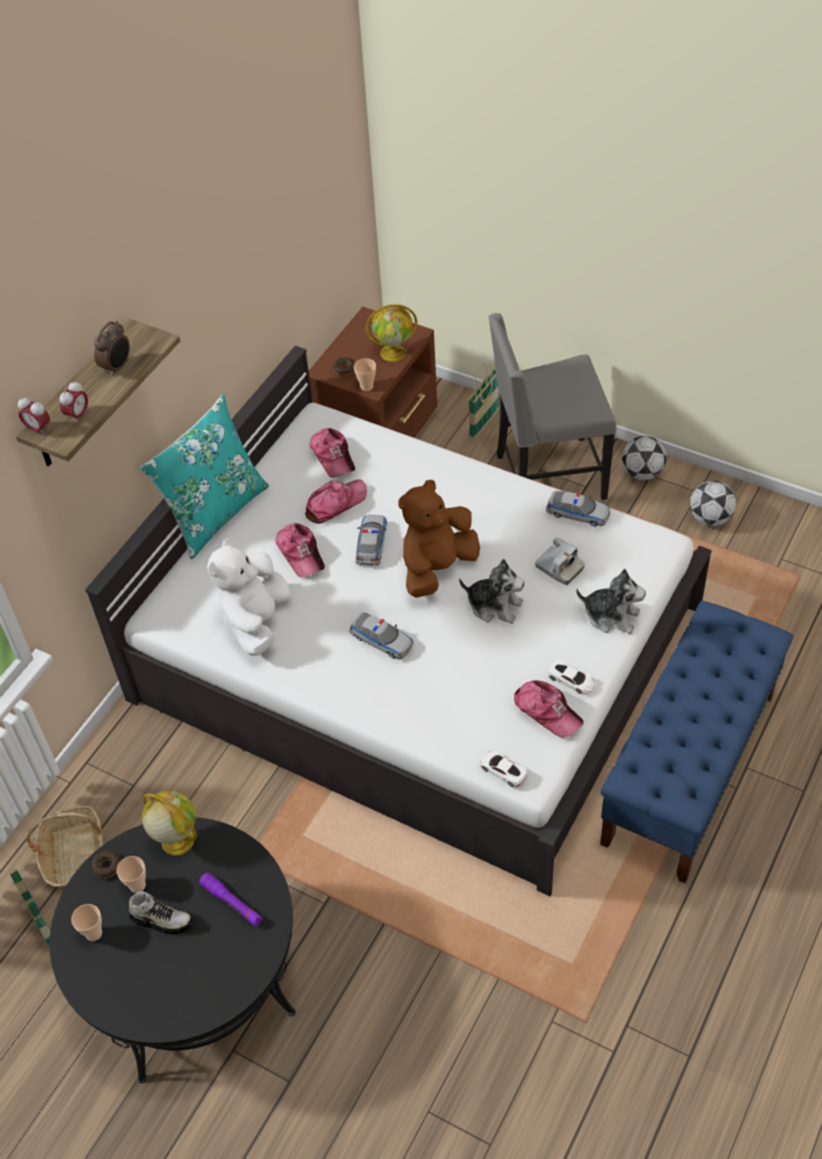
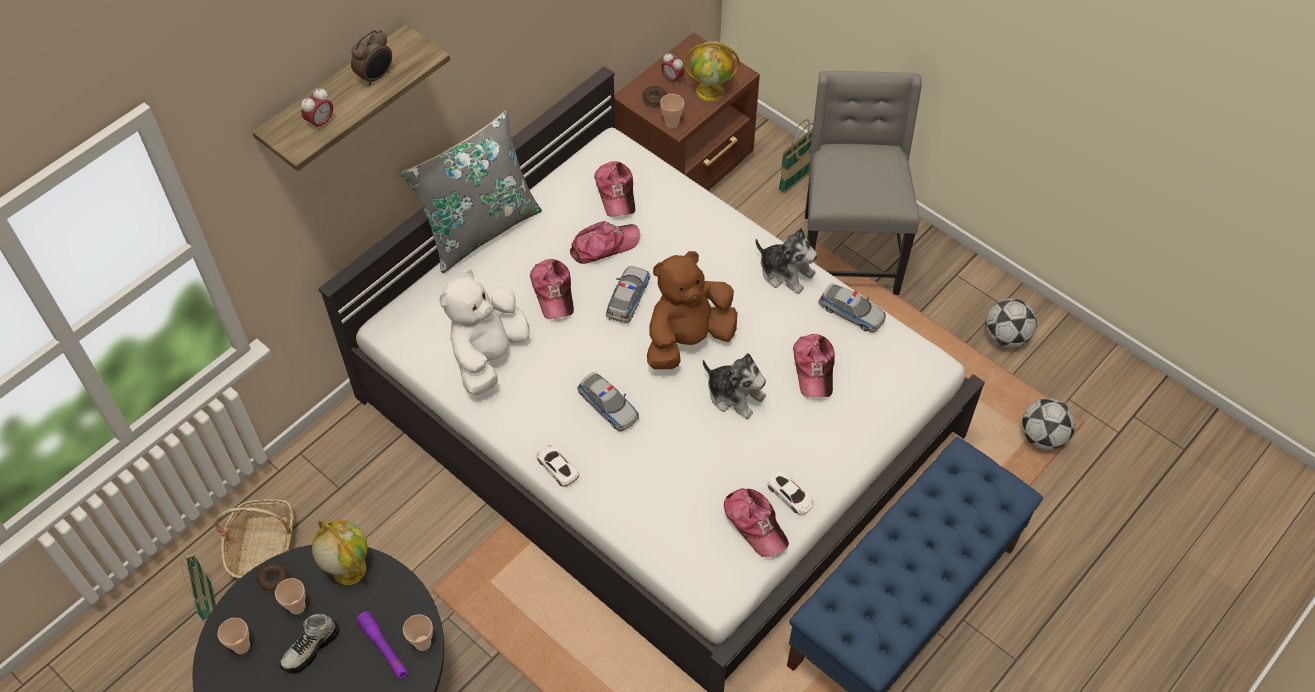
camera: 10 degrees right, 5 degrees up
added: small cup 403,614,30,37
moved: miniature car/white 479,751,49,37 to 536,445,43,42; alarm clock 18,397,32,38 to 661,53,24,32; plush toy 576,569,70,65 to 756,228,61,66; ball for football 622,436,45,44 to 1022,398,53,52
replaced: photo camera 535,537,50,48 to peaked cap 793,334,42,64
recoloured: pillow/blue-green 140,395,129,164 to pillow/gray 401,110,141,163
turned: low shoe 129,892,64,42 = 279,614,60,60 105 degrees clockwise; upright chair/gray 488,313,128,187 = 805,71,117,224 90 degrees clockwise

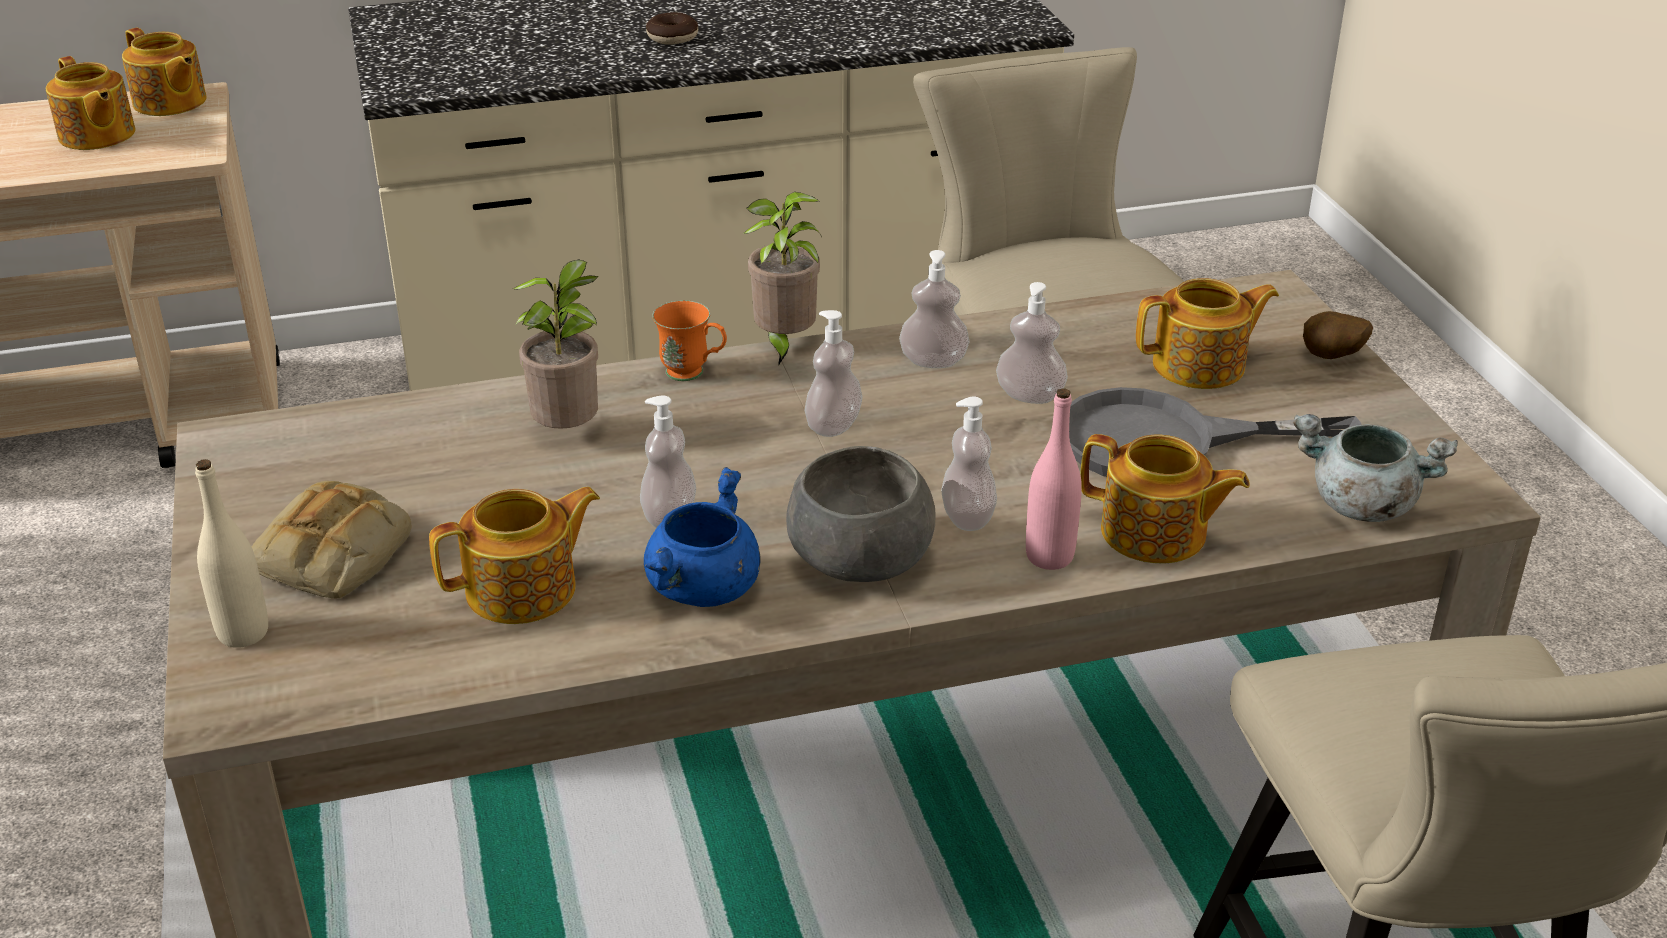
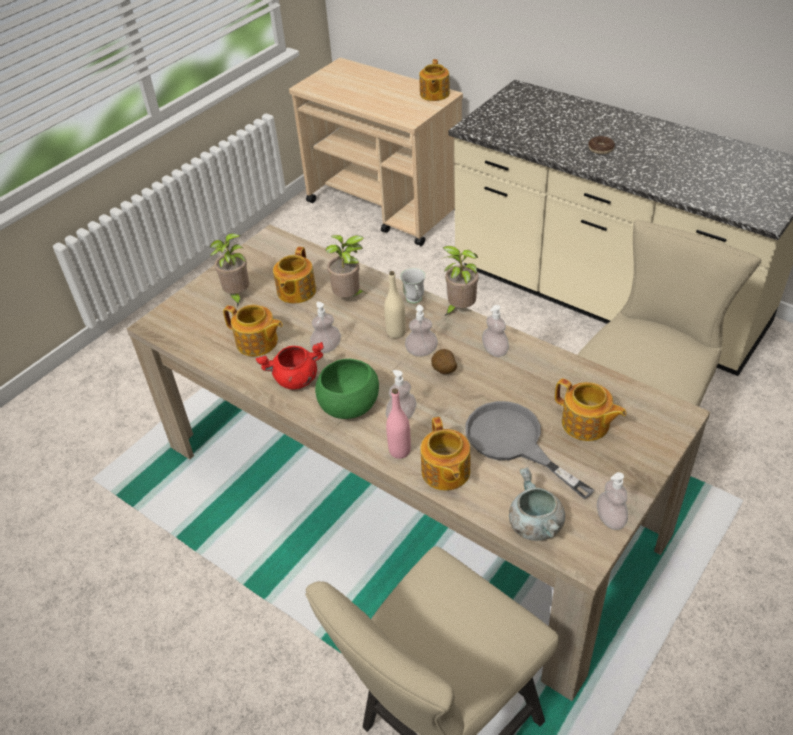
camera: 55 degrees right, 10 degrees up
moved: pot for tea 46,56,89,94 to 273,247,43,57; beverage bottle/beige-coloured 195,459,73,189 to 384,271,22,67; potato 1303,311,70,48 to 431,349,26,25; soap bottle 996,282,72,122 to 597,472,31,58
replaced: bakery bread 252,481,159,117 to houseplant 210,233,39,74
recoloured: saucepot/bluish 644,467,116,140 to saucepot/red 256,342,68,47; deep dish/gray 786,446,150,136 to deep dish/green-coloured 315,359,64,60; mug/orangey 652,300,75,81 to mug/white 400,268,26,35

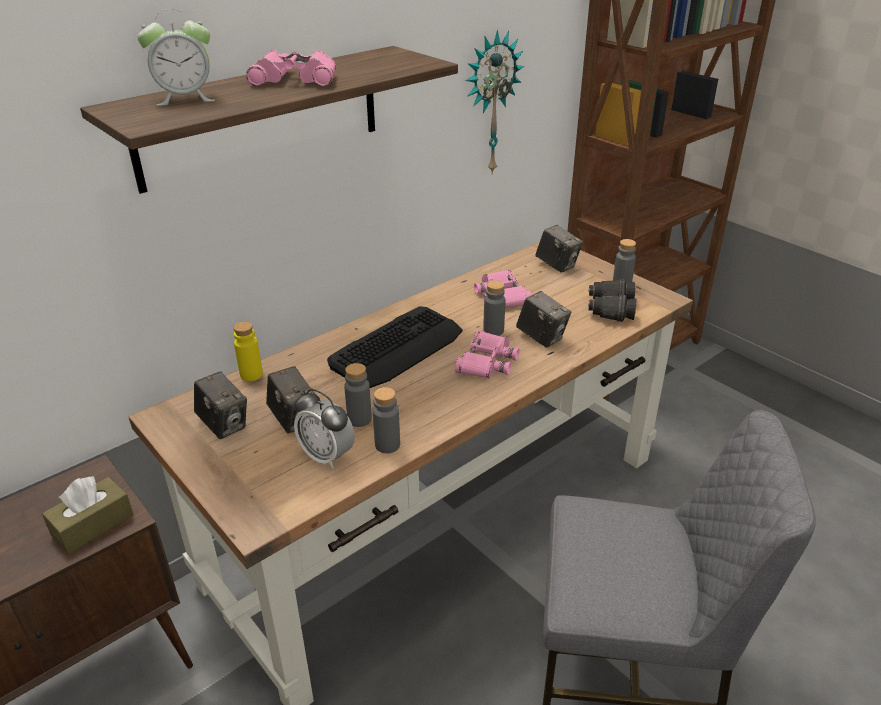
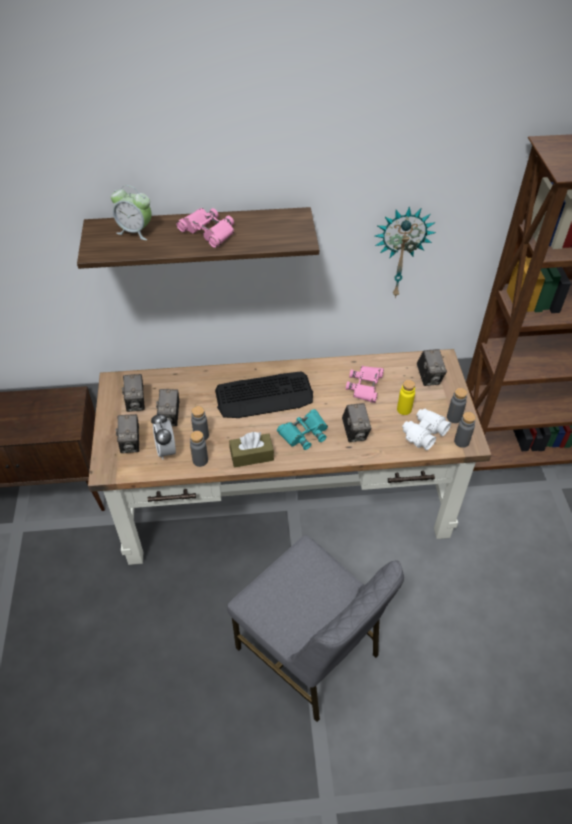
camera: 35 degrees right, 15 degrees up
added: photo camera 116,414,23,39
moved: box of tissues/brown 42,476,92,78 to 229,432,45,36; beverage bottle/yellowish 233,321,30,60 to 397,380,18,35; beverage bottle/gray 483,281,22,55 to 454,412,22,36
recoloured: field glasses/pinkish 455,330,65,48 to field glasses/blue-green 277,409,51,41; field glasses/blackish 588,279,48,43 to field glasses/white 402,409,49,41

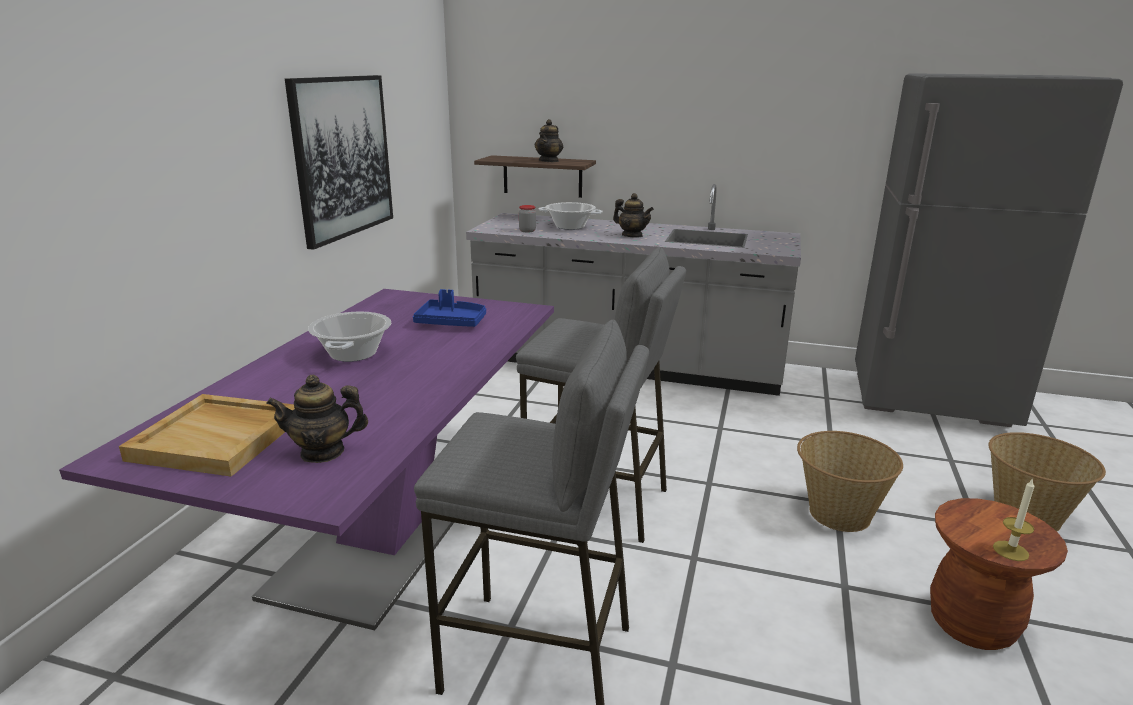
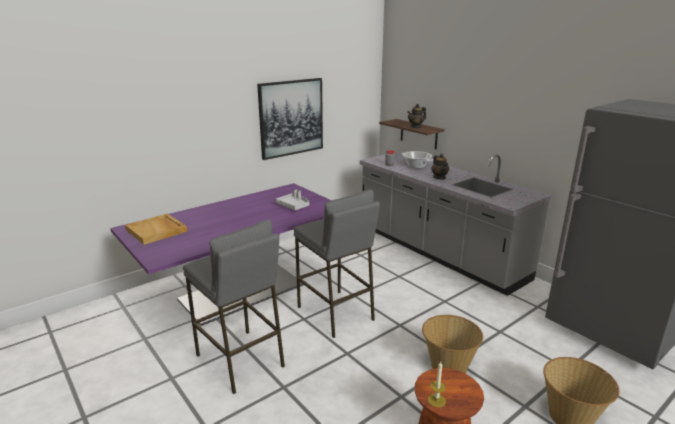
camera: 35 degrees right, 0 degrees up
removed: pot for tea 266,375,102,88; saucepot 308,312,83,50
recoloured: tray/bluish 413,289,73,38 to tray/gray 275,189,34,21

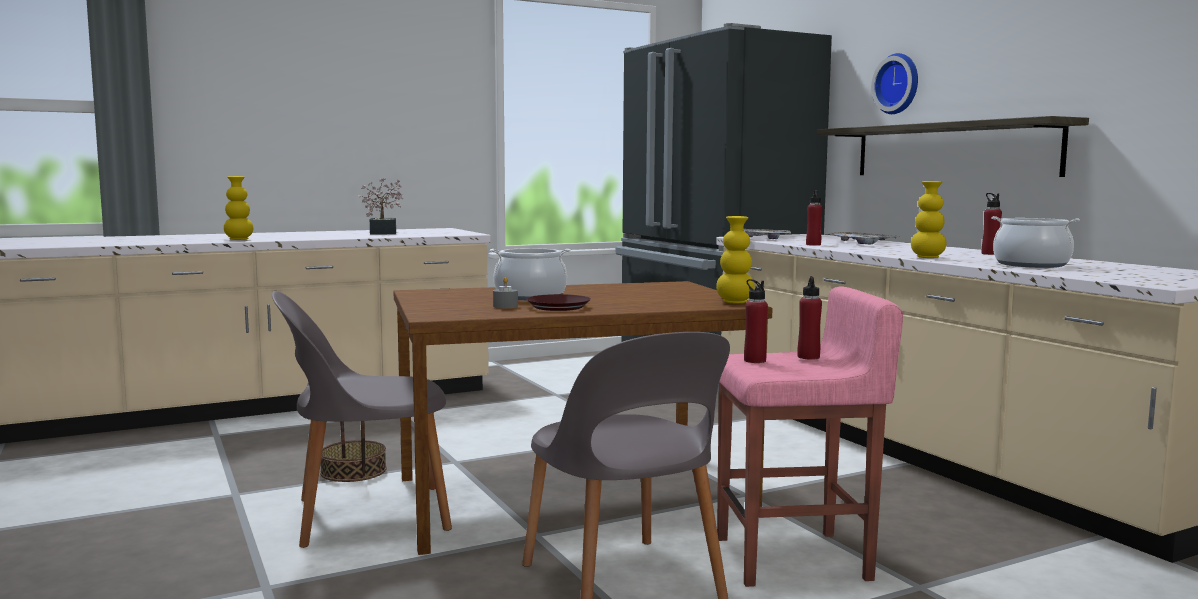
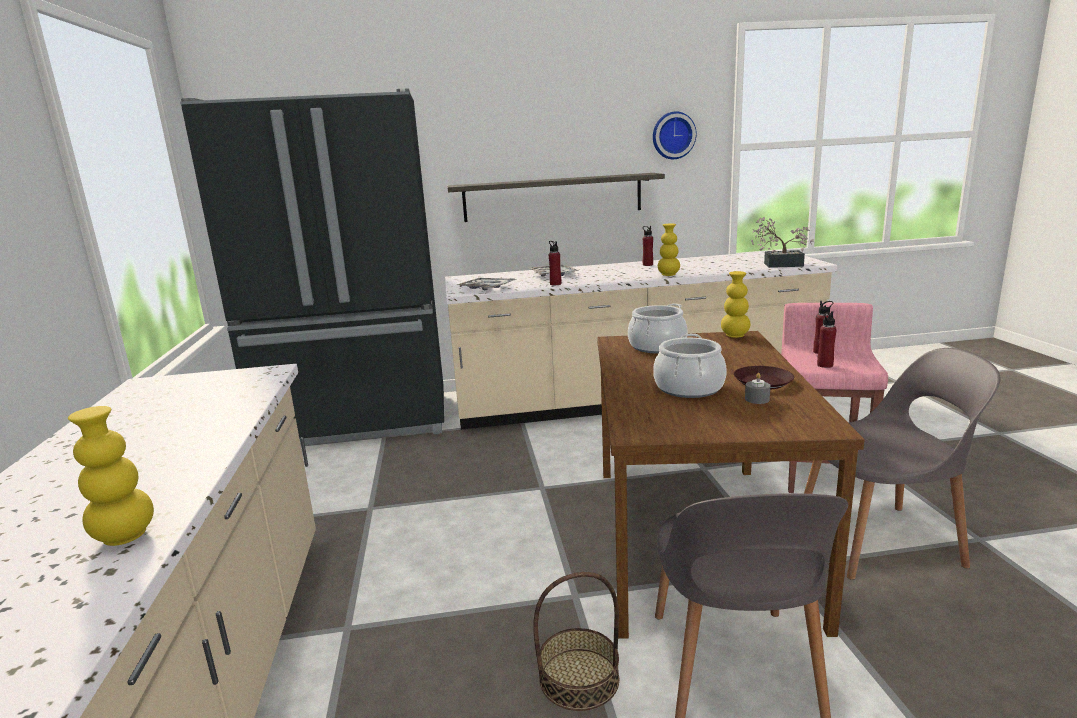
camera: 70 degrees left, 10 degrees up
moved: saucepot 991,216,89,52 to 628,303,60,50; hanging clock 871,53,47,61 to 653,111,44,48; houseplant 358,177,46,58 to 751,217,63,51

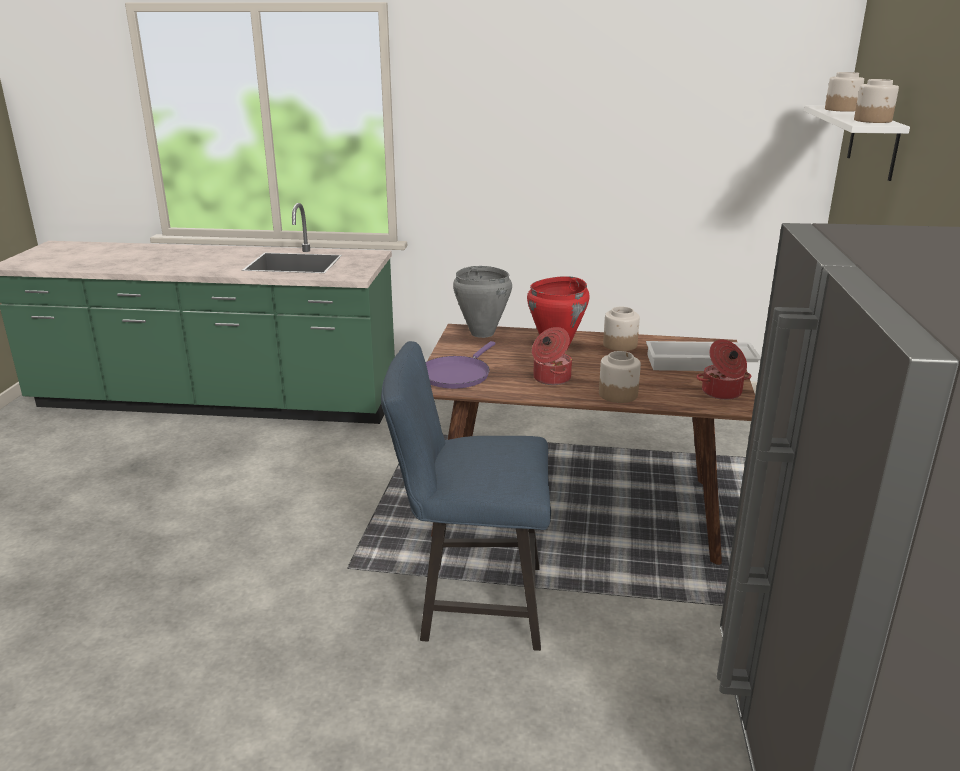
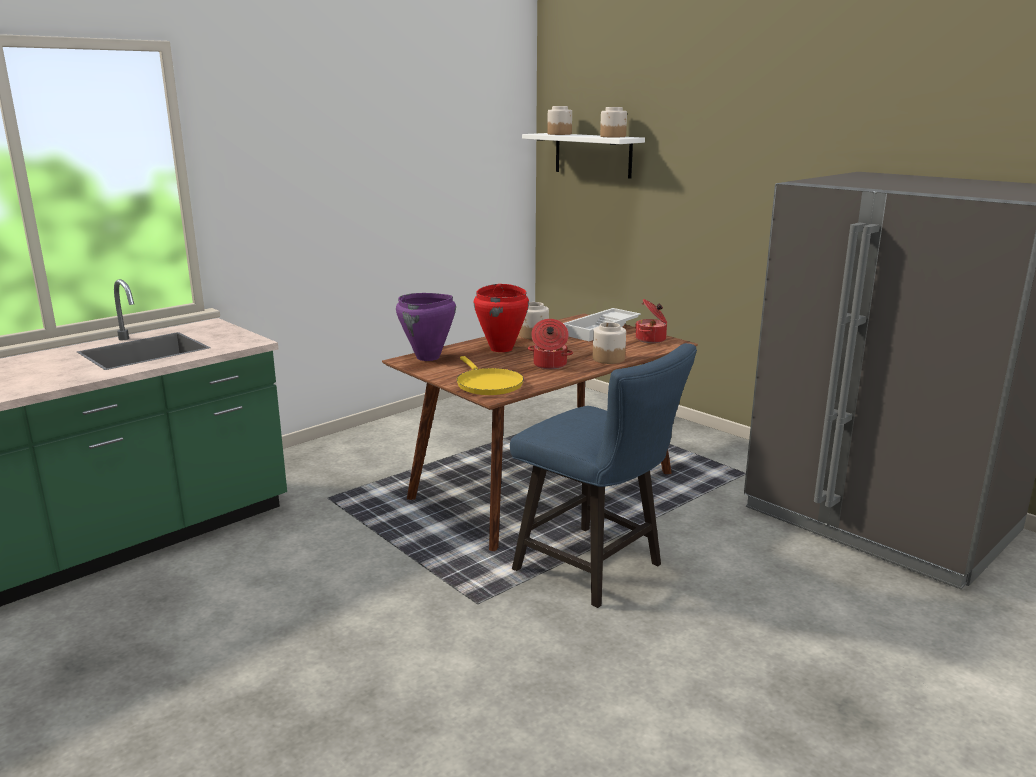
camera: 50 degrees left, 5 degrees down
recoloured: saucepot/gray 453,266,59,72 to saucepot/purple-coloured 396,293,60,68; skillet/purple-coloured 426,341,69,48 to skillet/yellowish 457,356,67,39
turned: upright chair/bluish 381,341,170,310 = 510,343,187,265 90 degrees counterclockwise

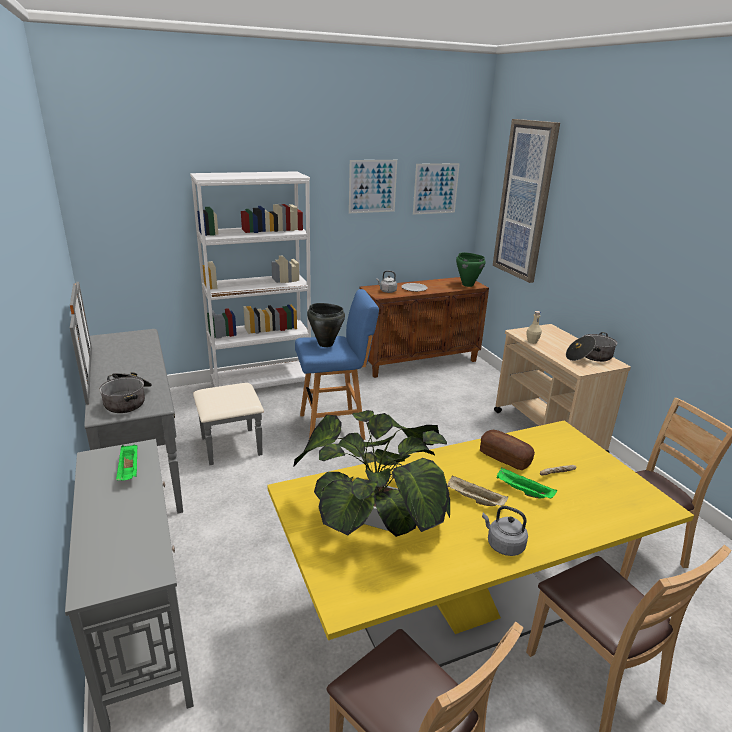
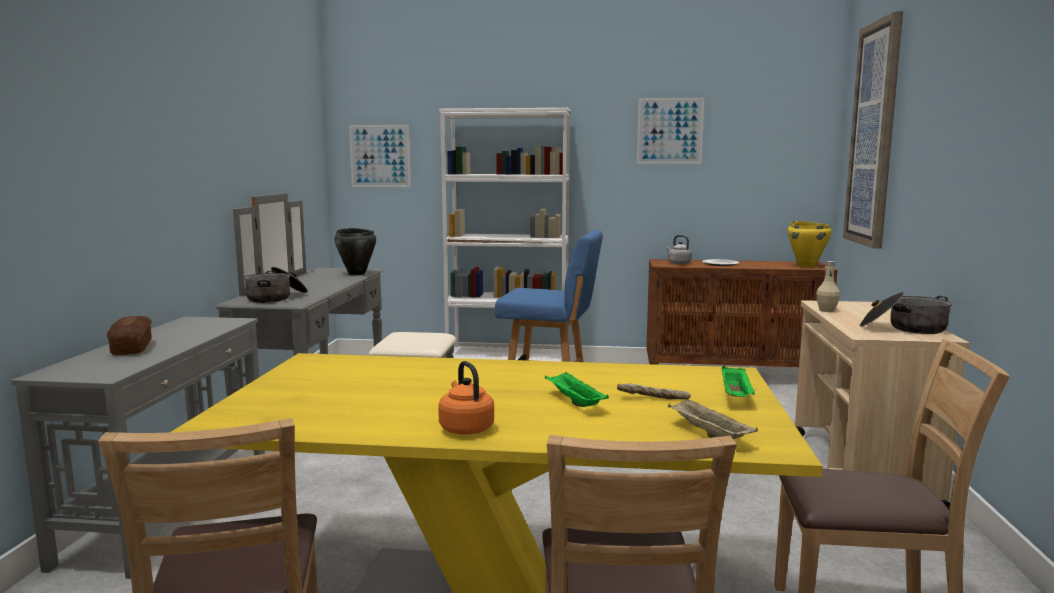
camera: 30 degrees right, 15 degrees down
removed: houseplant 293,410,157,127
moved: bakery bread 480,430,55,40 to 107,316,45,39; saucepot/blackish 307,303,38,44 to 334,228,42,47; picture 413,163,47,52 to 349,125,62,62; tray/beige-coloured 447,475,61,31 to 668,398,90,42; tray/green-coloured 116,444,21,36 to 722,365,33,32
recoloured: water kettle/gray 482,506,46,50 to water kettle/orangey 438,361,56,73; saucepot/green-coloured 456,252,30,35 to saucepot/yellowish 788,221,44,47

